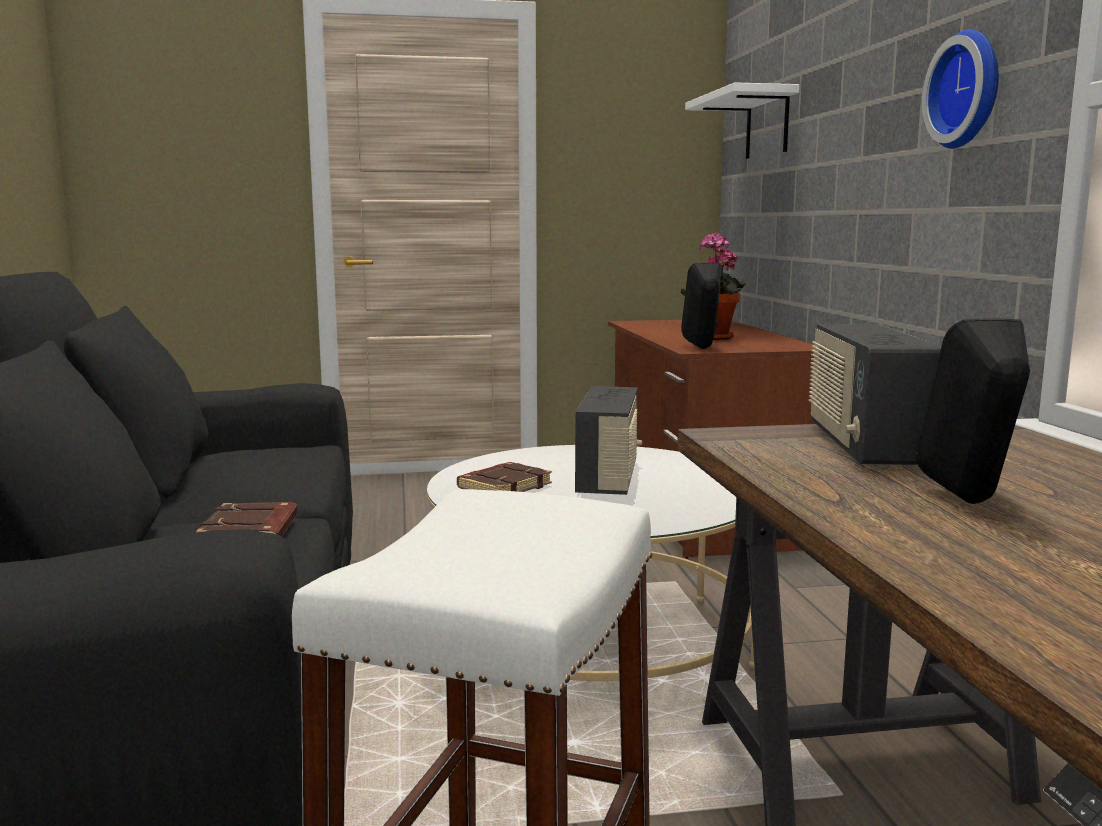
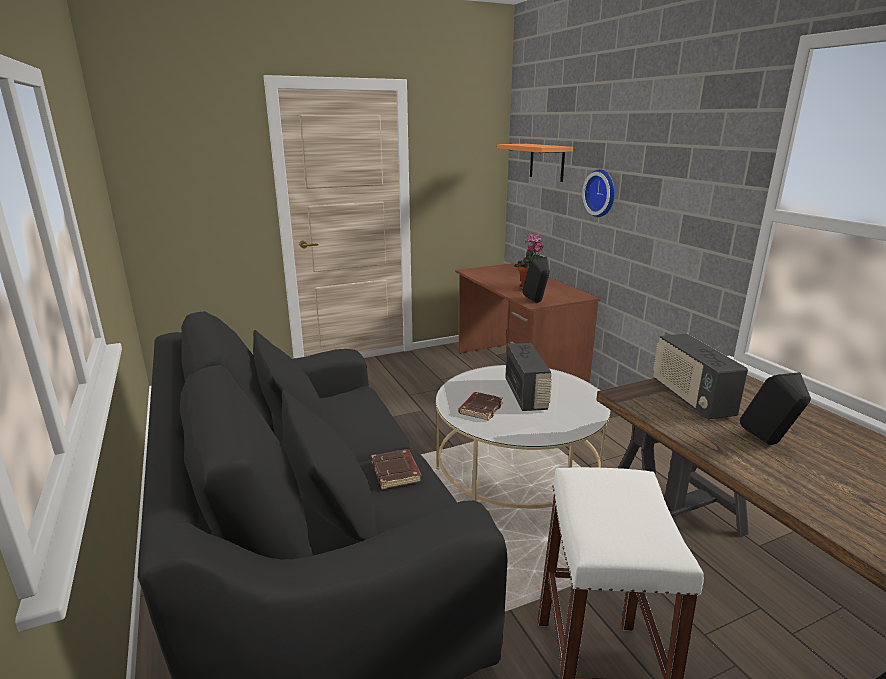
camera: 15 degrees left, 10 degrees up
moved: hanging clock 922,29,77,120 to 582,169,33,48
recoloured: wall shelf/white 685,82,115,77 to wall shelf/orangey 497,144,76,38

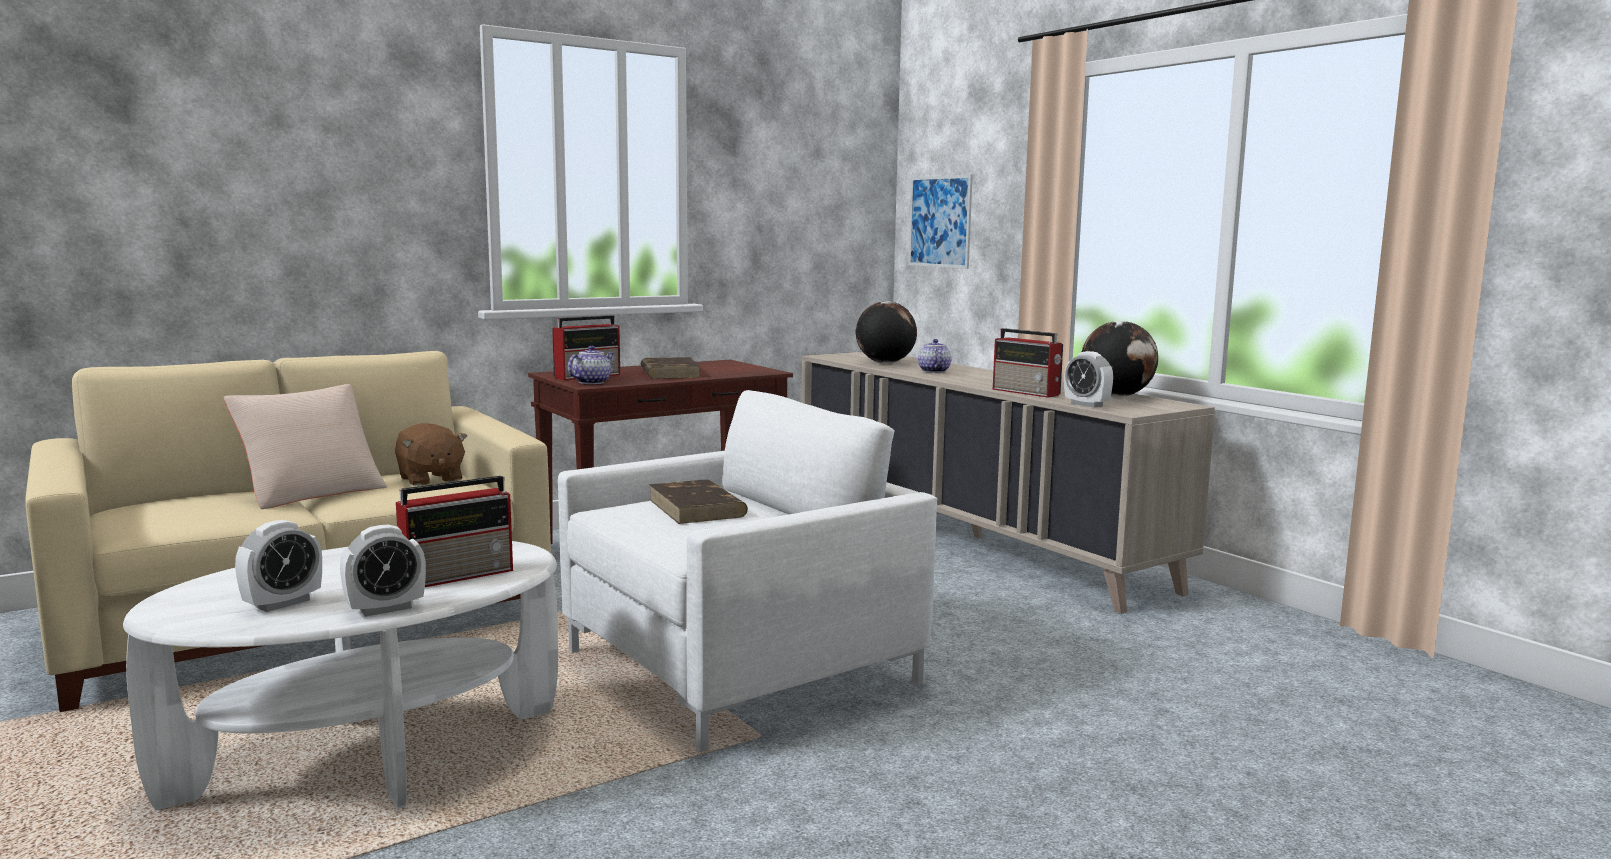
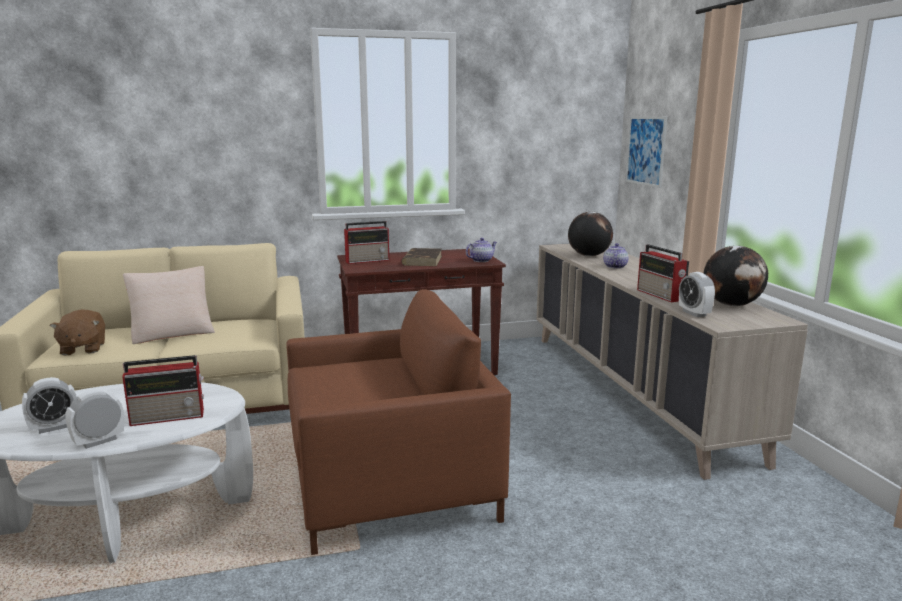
camera: 20 degrees right, 5 degrees up
removed: book/brown 649,479,99,45
moved: plush toy/brown 395,423,72,63 to 50,309,55,46; pot for tea 568,346,46,38 to 466,238,31,24
recoloured: armchair/white 558,390,380,362 to armchair/brown 286,289,225,266
turned: alarm clock 340,524,86,93 = 65,389,59,60 150 degrees clockwise

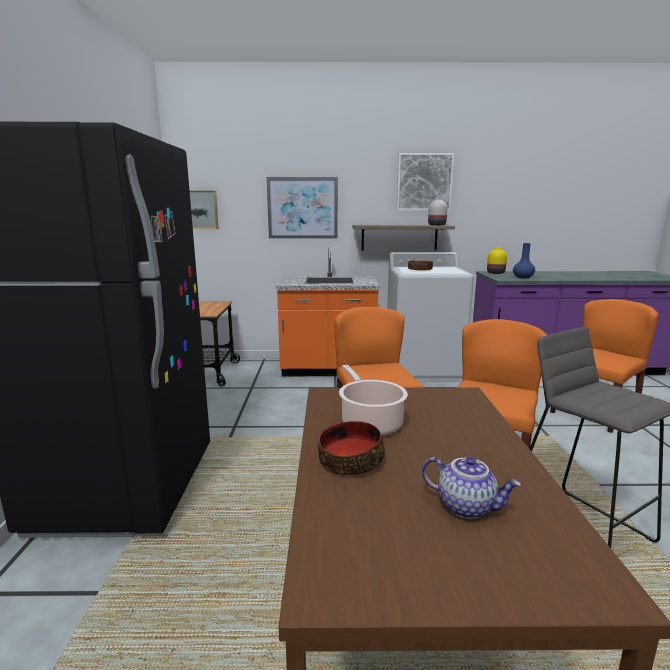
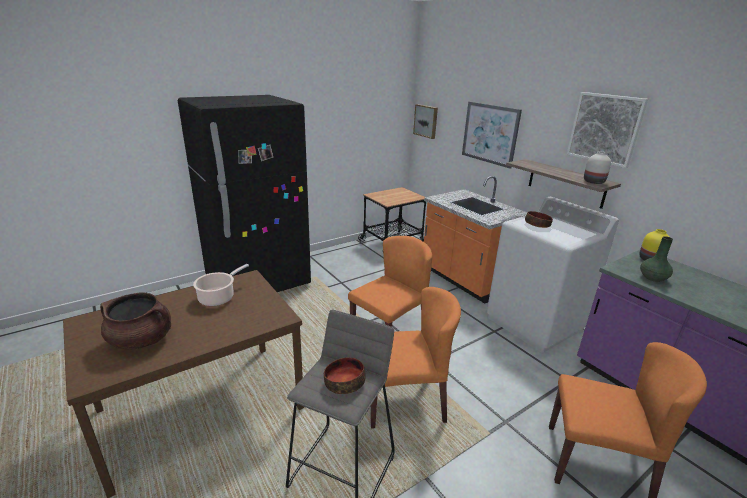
camera: 55 degrees right, 10 degrees up
moved: deep dish 318,421,67,54 to 324,357,42,37
replaced: pot for tea 422,456,99,63 to saucepot/brown 100,292,71,58
recoloured: decorative vase/bluish 513,243,22,35 to decorative vase/green-coloured 640,236,33,46

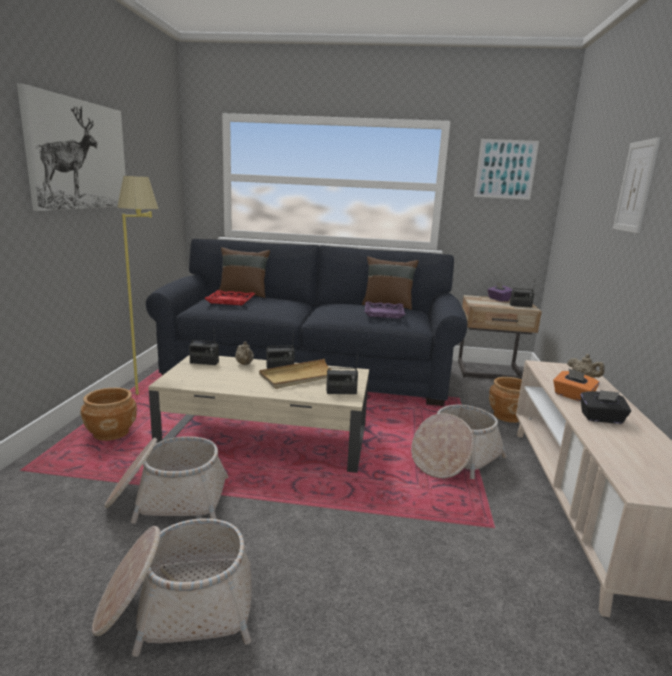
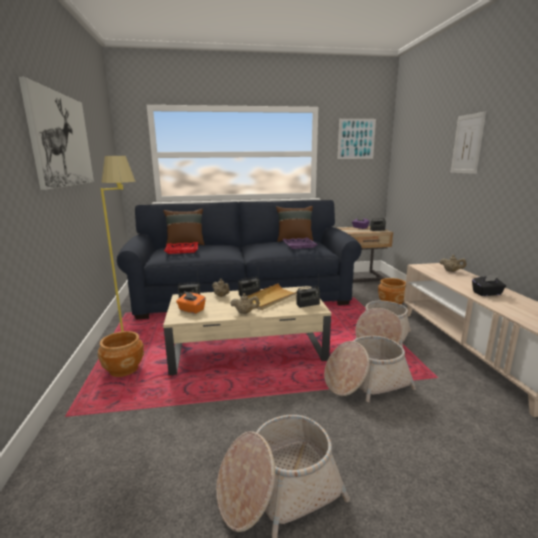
camera: 15 degrees left, 0 degrees up
added: pot for tea/beige-coloured 230,293,30,21
moved: box of tissues/orangey 553,368,47,34 to 176,291,30,23; storage basket 105,436,123,88 to 324,336,92,66

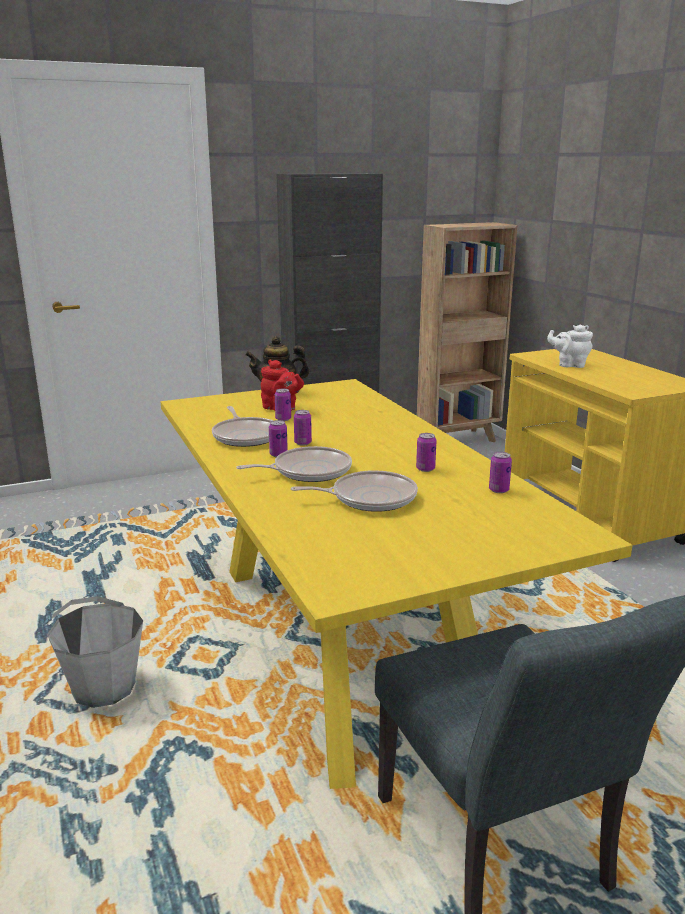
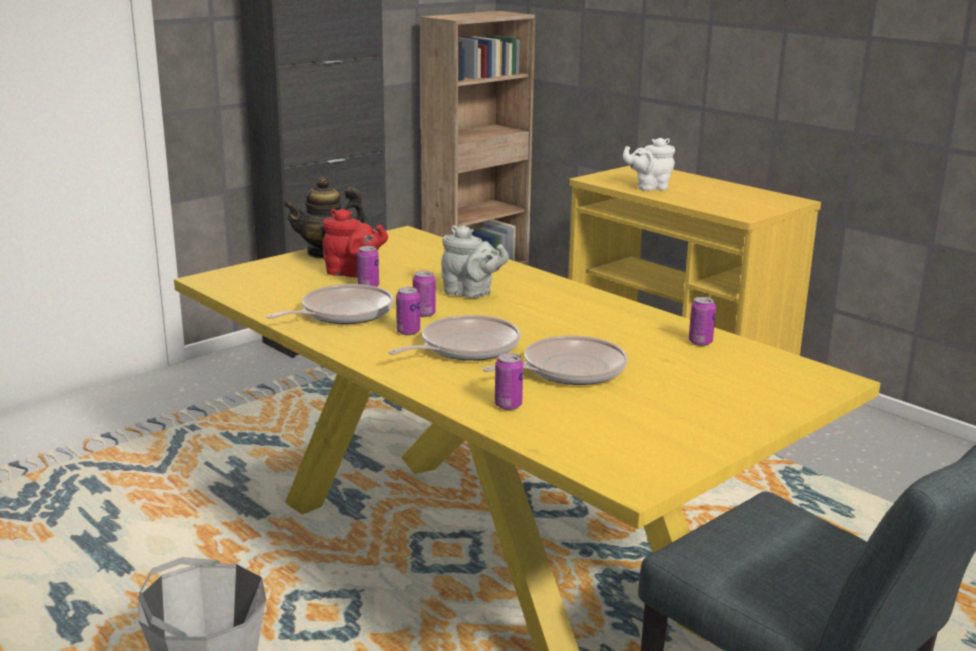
camera: 20 degrees left, 0 degrees up
added: pot for tea/gray 441,225,68,73
moved: can 416,433,21,39 to 495,353,28,57
turned: skillet 212,406,61,41 = 266,284,128,40 90 degrees counterclockwise

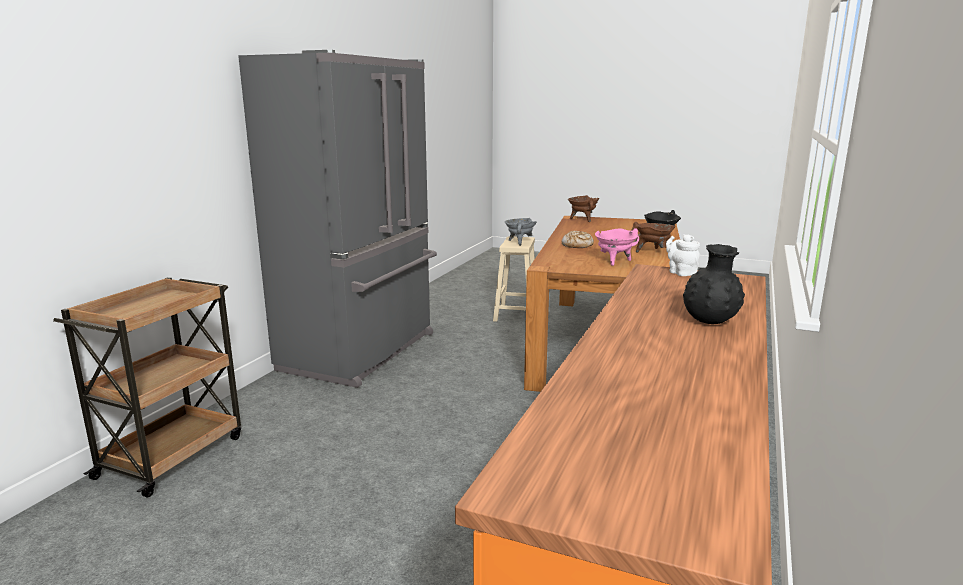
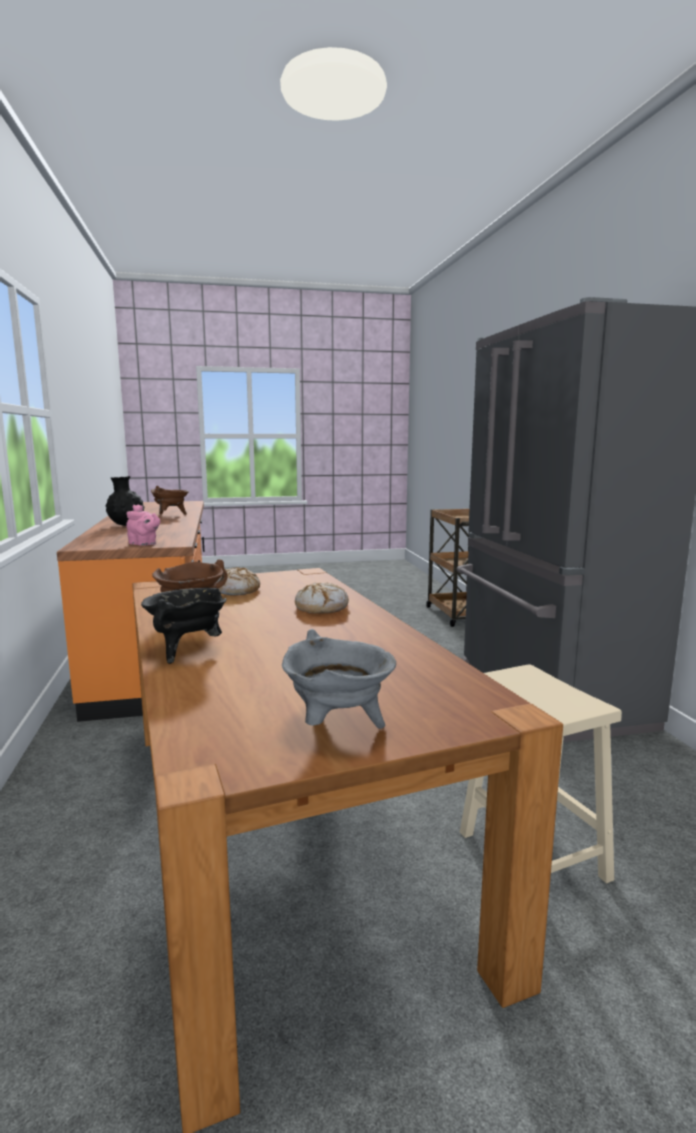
camera: 145 degrees right, 5 degrees down
moved: saucepot/brown 568,195,31,27 to 151,486,38,29; saucepot/gray 505,218,32,28 to 282,629,114,100
replaced: saucepot/pinkish 595,228,44,38 to bakery bread 218,567,42,28
recoloured: pot for tea/white 666,234,34,42 to pot for tea/pinkish 126,505,34,41

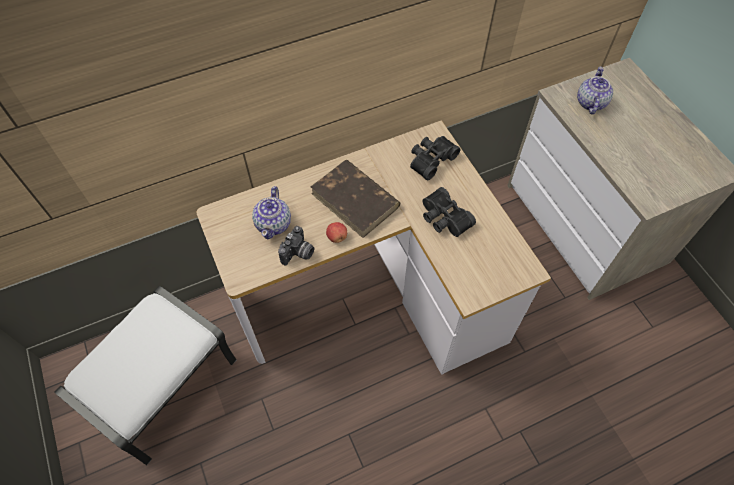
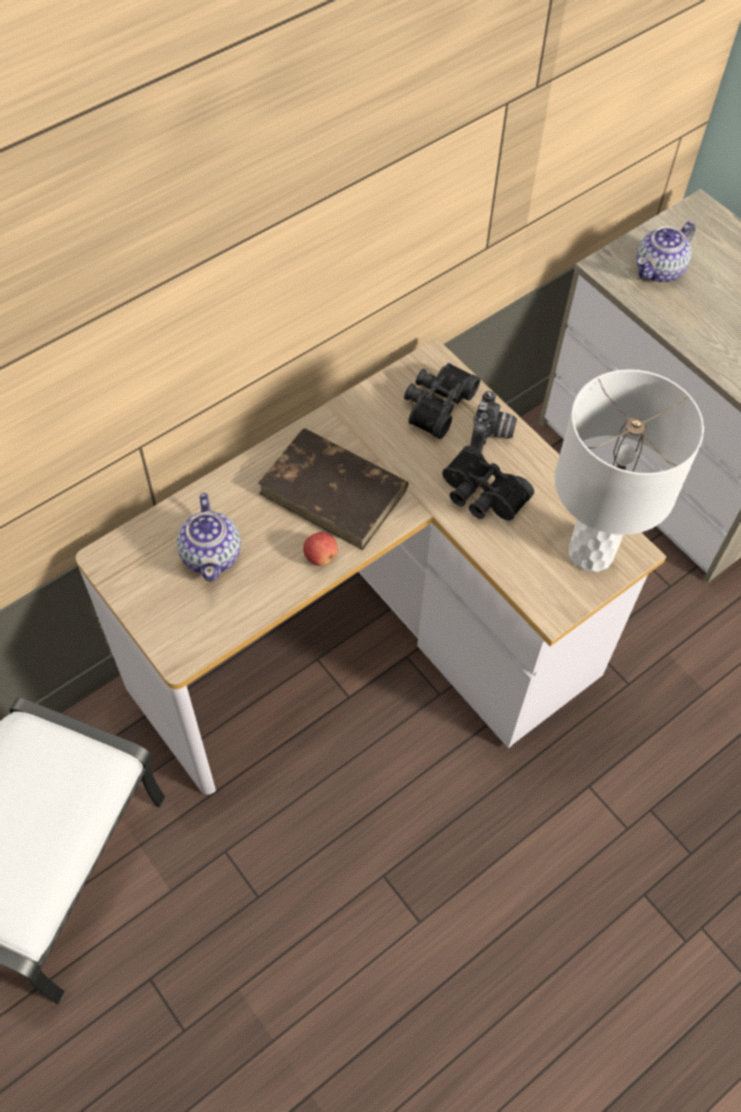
camera: 15 degrees left, 0 degrees up
added: tabletop lamp/white 555,369,149,203
moved: photo camera 278,226,36,39 to 470,391,47,62
turned: pot for tea 577,67,36,48 = 637,221,58,62 135 degrees counterclockwise

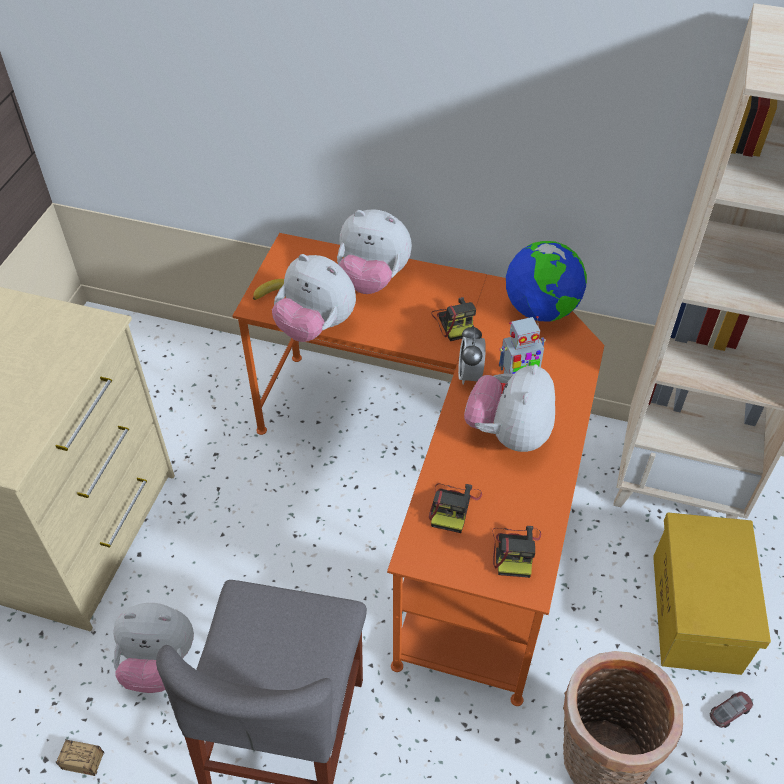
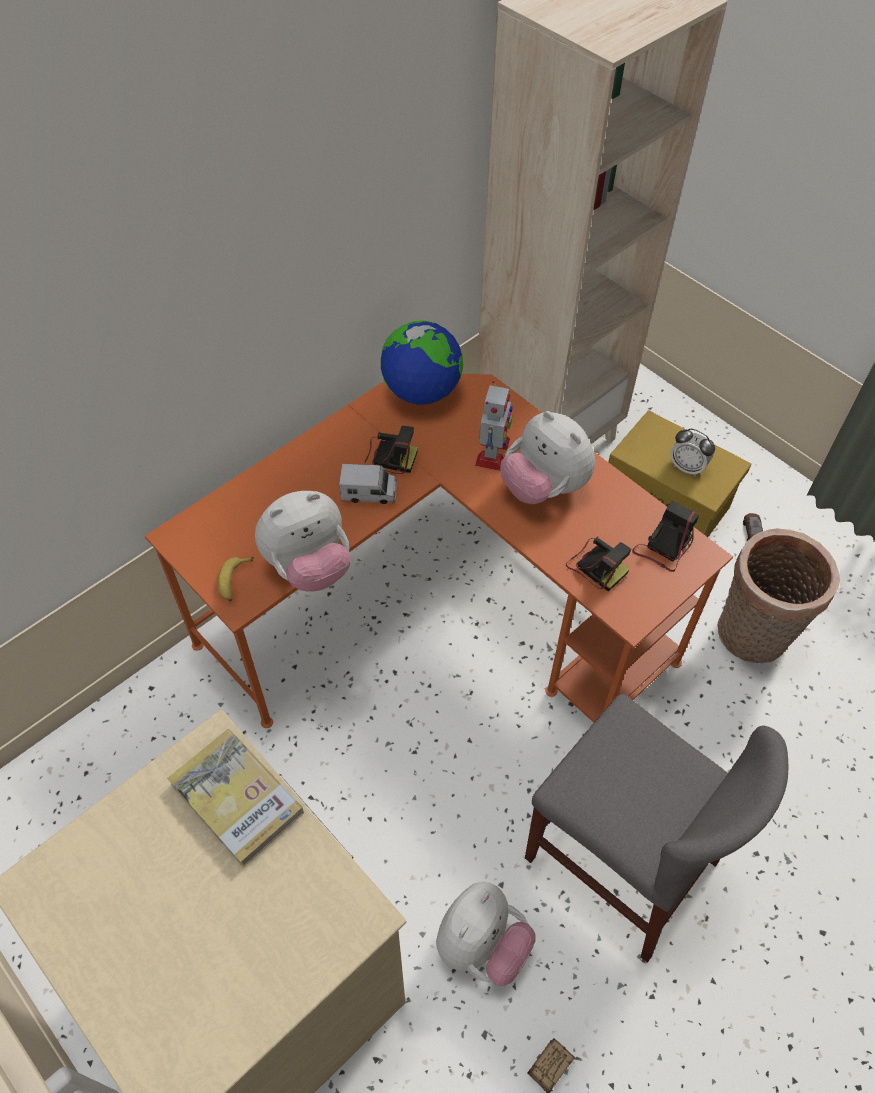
camera: 60 degrees left, 5 degrees up
removed: plush toy 337,209,75,85
added: book 167,729,137,138; toy truck 339,464,58,40
moved: alarm clock 458,325,28,60 to 670,429,45,47
turned: photo camera 493,526,48,52 = 632,501,67,71 90 degrees counterclockwise

